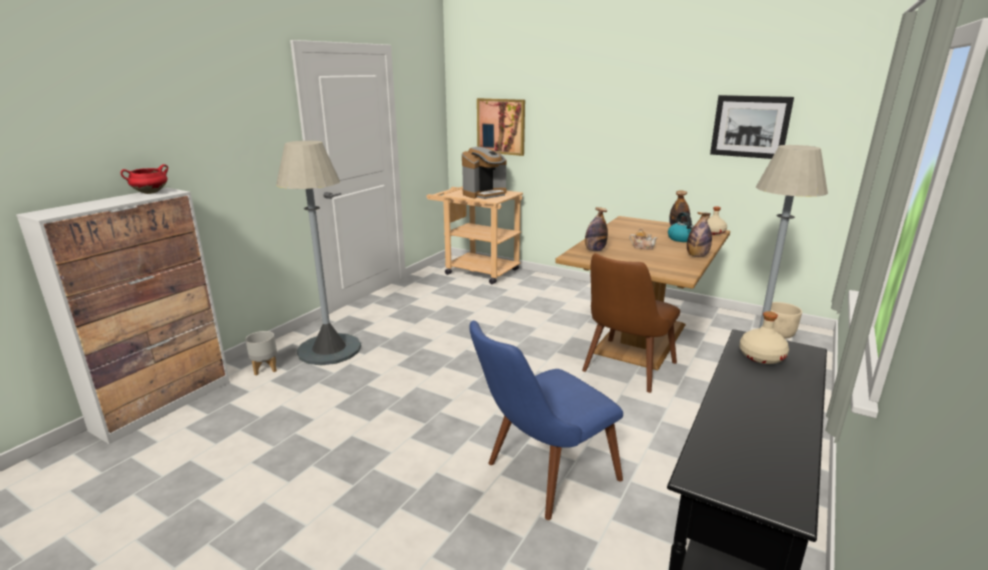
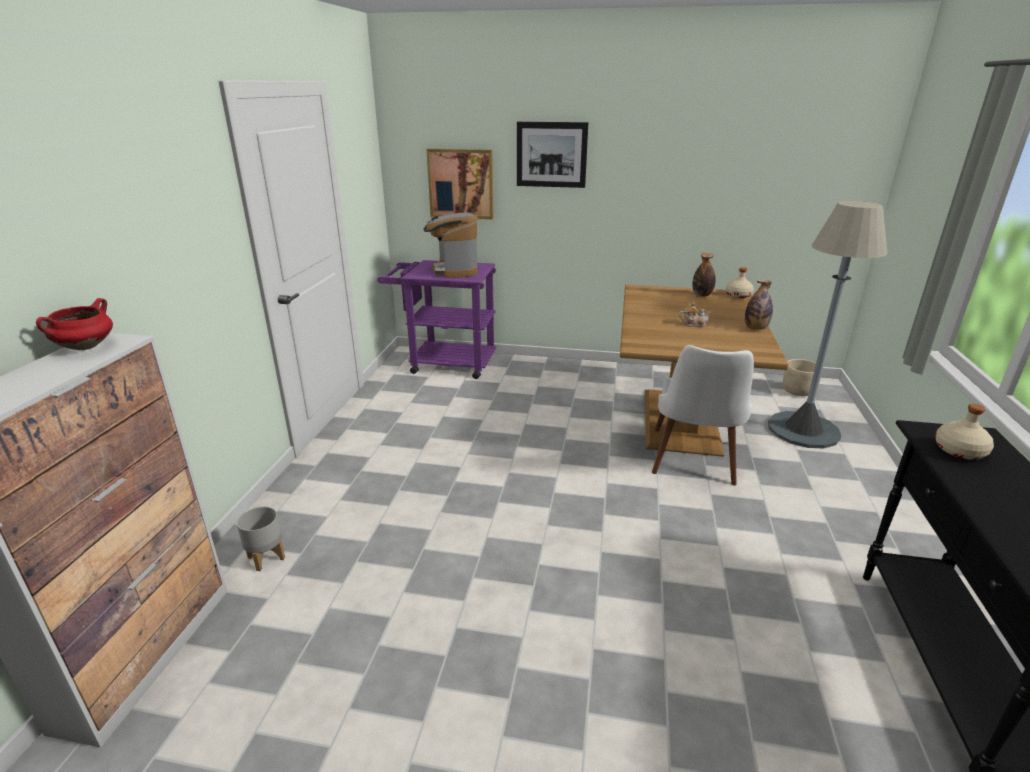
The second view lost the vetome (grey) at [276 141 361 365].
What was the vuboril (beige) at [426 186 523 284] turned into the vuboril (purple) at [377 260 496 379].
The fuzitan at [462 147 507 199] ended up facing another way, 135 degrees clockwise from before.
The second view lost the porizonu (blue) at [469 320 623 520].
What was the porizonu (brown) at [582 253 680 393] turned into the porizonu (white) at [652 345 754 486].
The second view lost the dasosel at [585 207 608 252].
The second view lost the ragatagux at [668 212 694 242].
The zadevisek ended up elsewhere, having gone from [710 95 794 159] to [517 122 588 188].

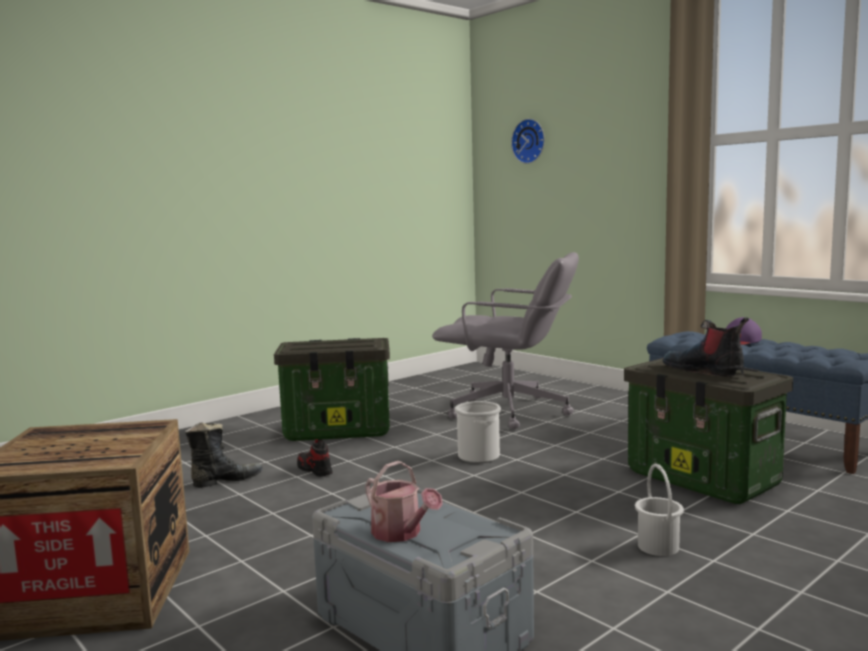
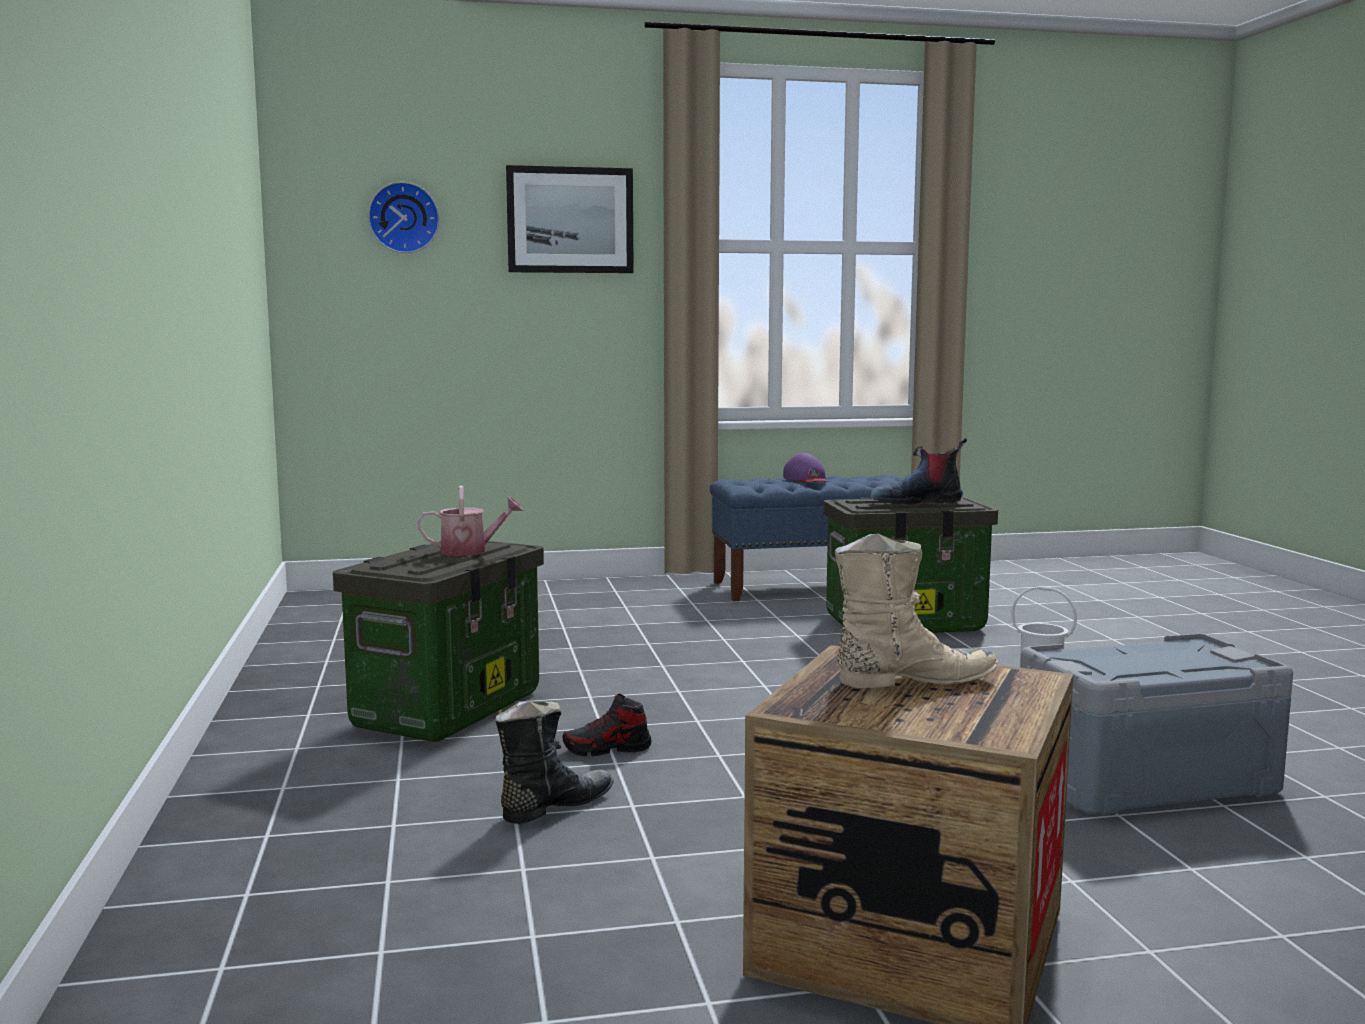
The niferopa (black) at [185 422 263 488] ended up facing another way, 45 degrees clockwise from before.
The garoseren ended up elsewhere, having gone from [365 461 443 542] to [417 486 524 556].
The second view lost the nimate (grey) at [432 252 579 429].
The second view lost the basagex at [455 401 501 463].
The second view gained the zadevisek at [506 165 634 273].
The second view gained the niferopa (beige) at [835 533 999 688].

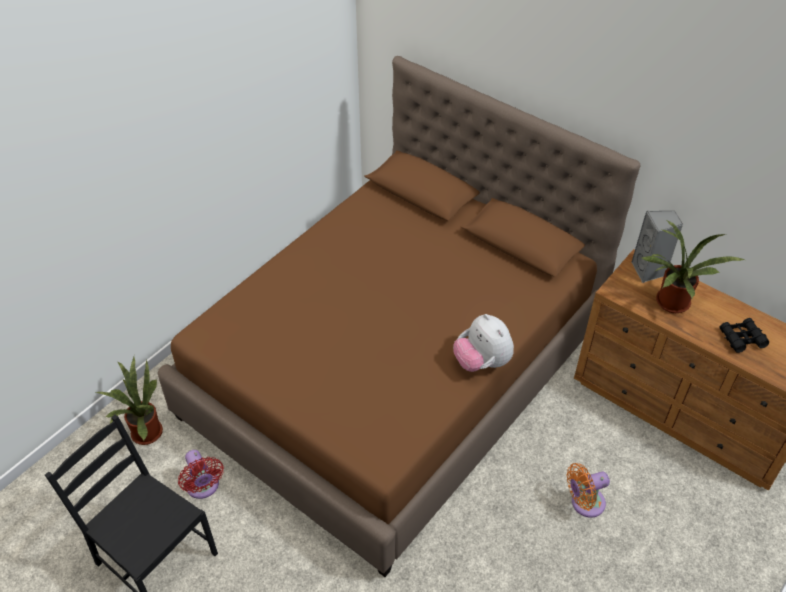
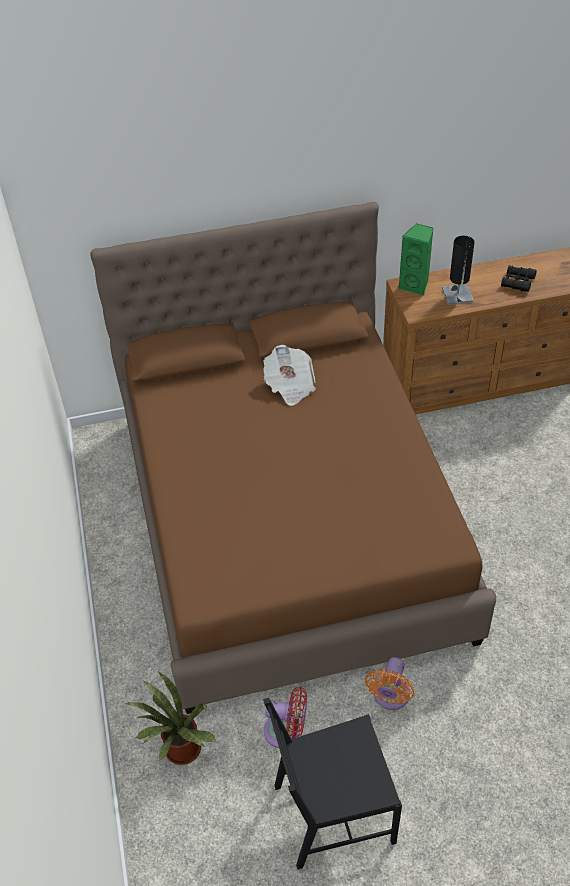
The second view lost the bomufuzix at [453 314 514 372].
The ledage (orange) ended up elsewhere, having gone from [567 463 610 518] to [365 657 414 710].
What was the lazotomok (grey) at [631 210 683 283] turned into the lazotomok (green) at [399 223 433 296].
Where the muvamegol stood at [642 220 744 313], the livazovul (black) came to stand at [442 236 475 305].
The second view gained the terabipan at [263 345 316 406].

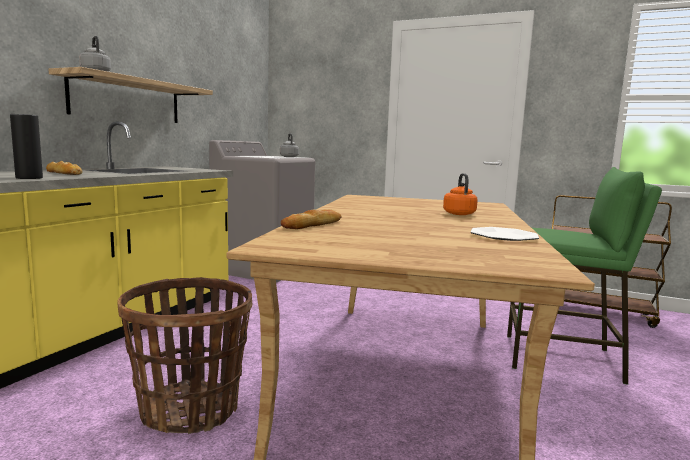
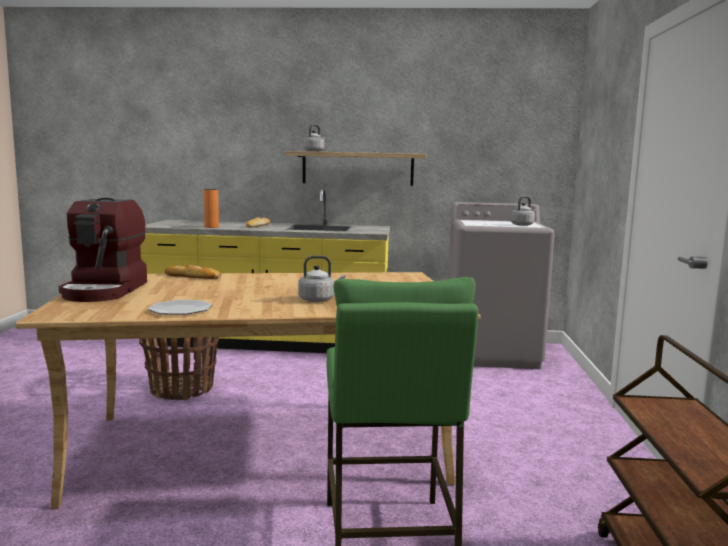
What was the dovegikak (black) at [10 114 43 179] turned into the dovegikak (orange) at [204 189 219 228].
What was the ragatagux (orange) at [443 173 478 215] turned into the ragatagux (grey) at [298 255 345 302].
The second view gained the fuzitan at [59 198 147 302].

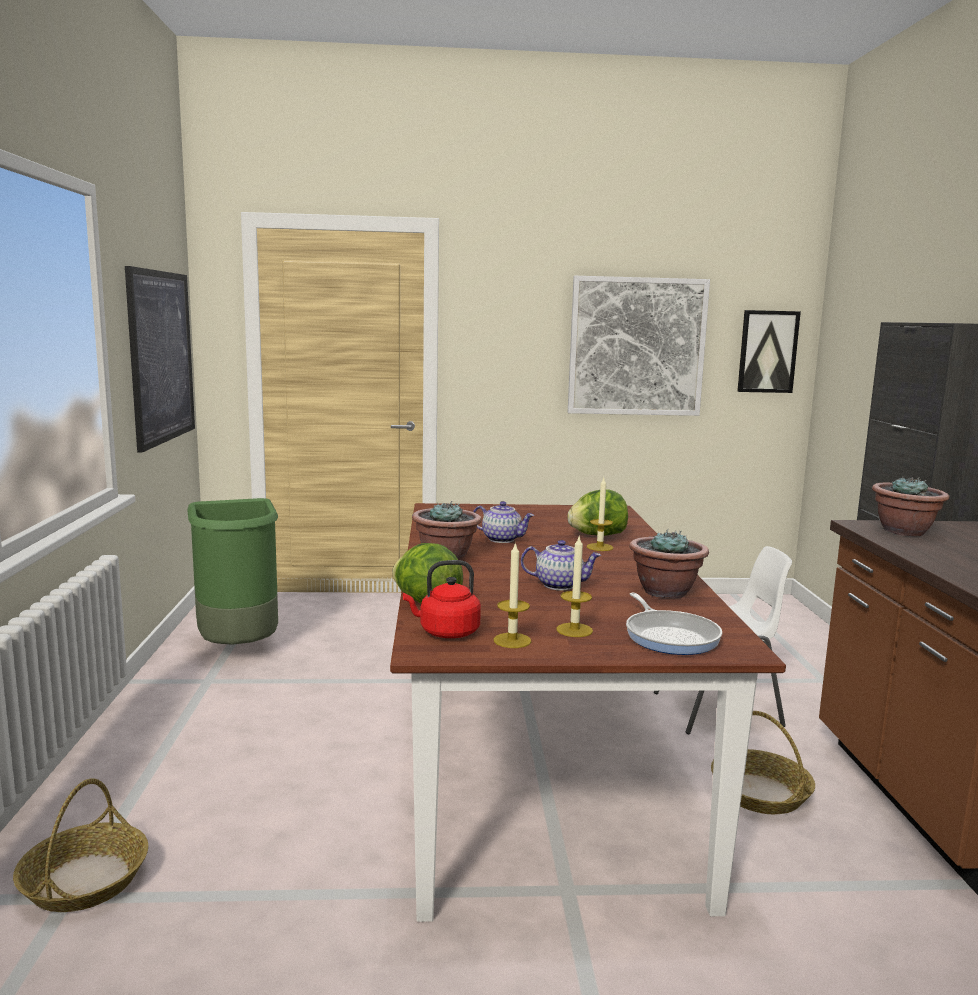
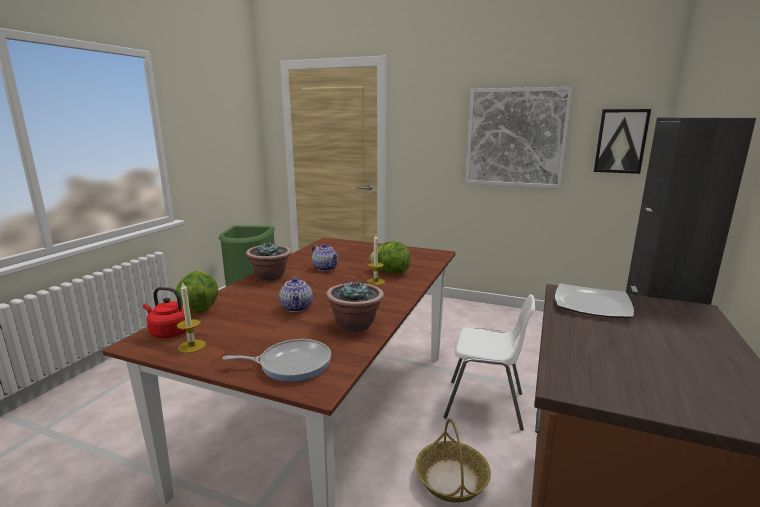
The second view lost the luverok at [13 778 148 912].
The second view lost the zadevisek at [125 266 195 453].
The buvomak at [521 540 601 590] ended up facing another way, 45 degrees clockwise from before.
The second view lost the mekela at [556 537 593 637].
The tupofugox at [626 593 722 655] ended up facing another way, 105 degrees counterclockwise from before.
Where the muvamegol stood at [872 476 949 536], the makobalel came to stand at [555 283 634 318].

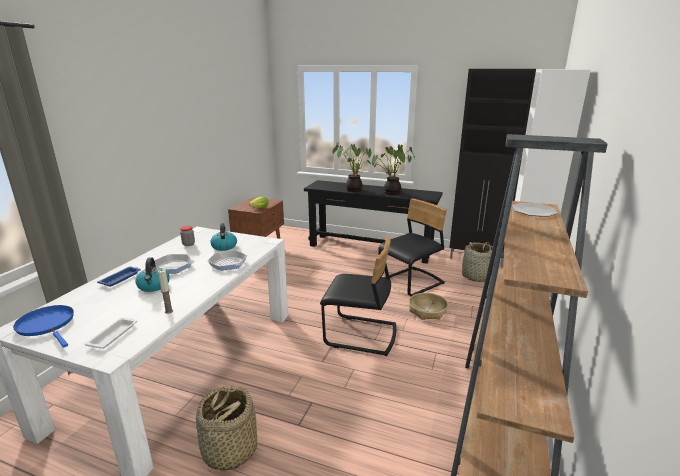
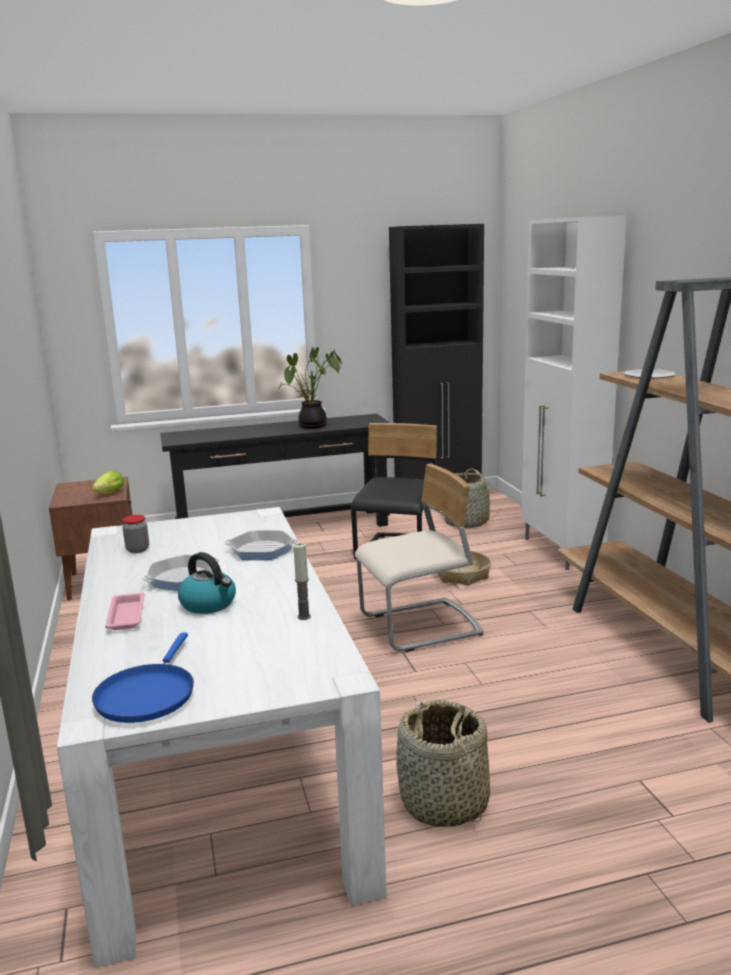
The tupofugox (blue) at [13 305 74 348] ended up facing another way, 90 degrees counterclockwise from before.
The second view lost the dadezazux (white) at [84 318 137 349].
What was the dadezazux (blue) at [97 266 141 287] turned into the dadezazux (pink) at [105 593 144 630].
The second view lost the ragatagux at [210 223 237 251].
What was the porizonu (black) at [320 235 396 356] turned into the porizonu (beige) at [355 464 484 652].
The second view lost the muvamegol at [332 143 371 192].

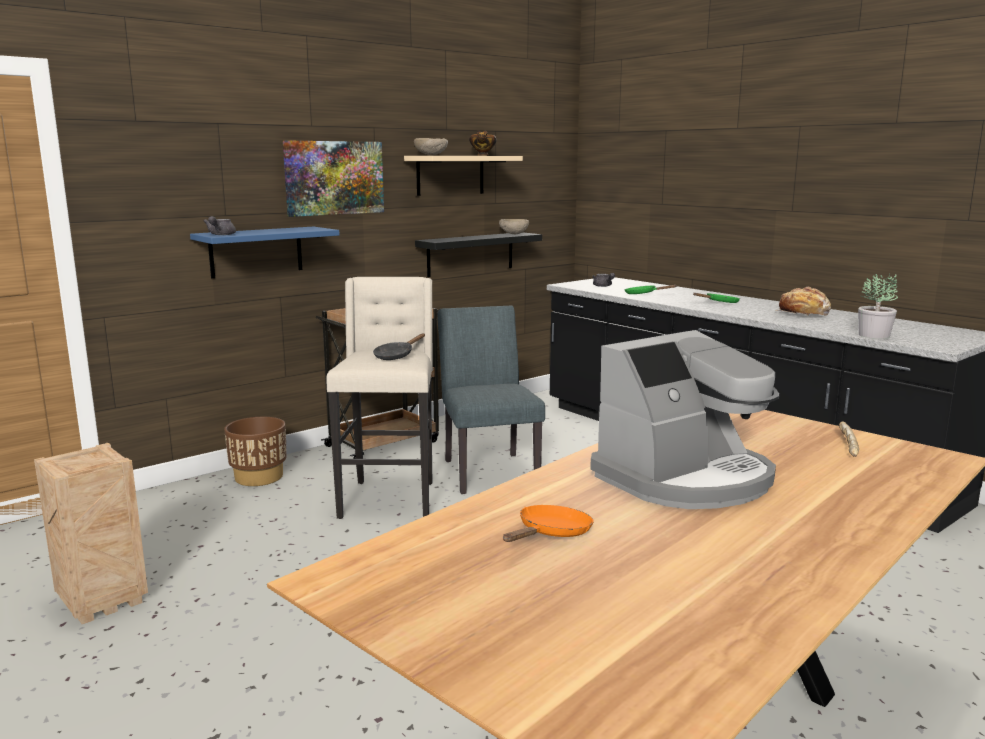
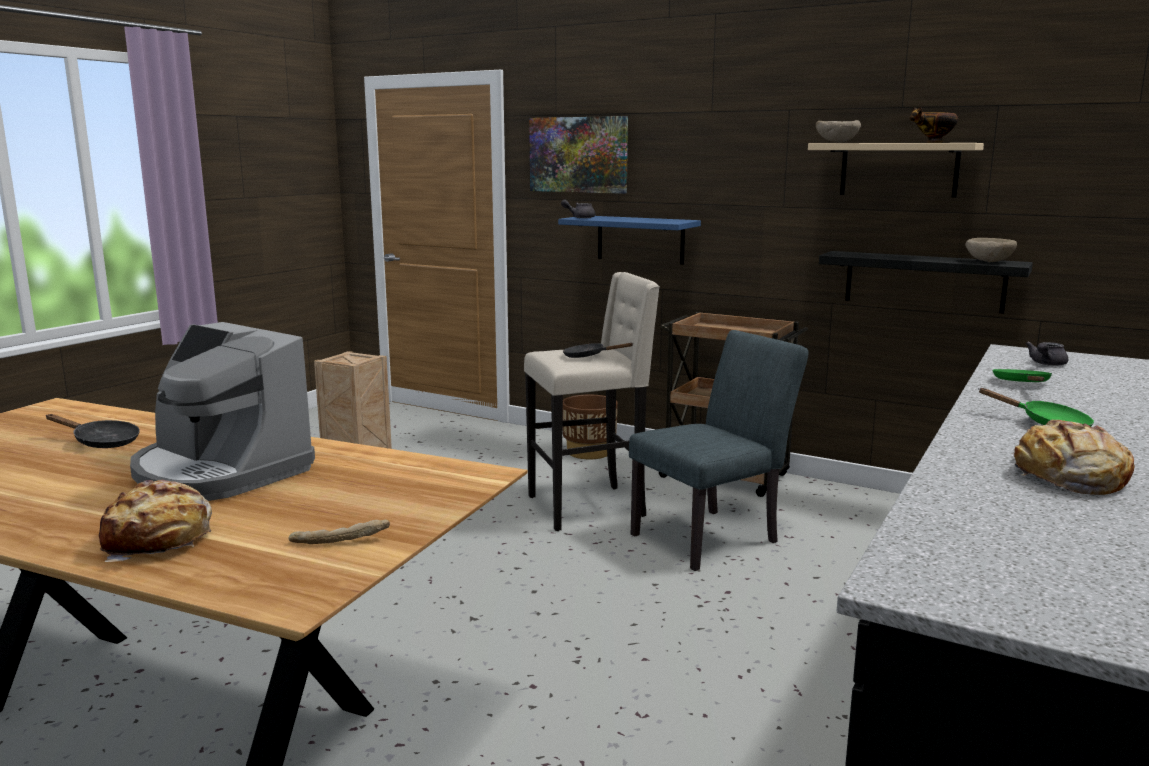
The zadevisek ended up elsewhere, having gone from [283 140 384 217] to [529 116 628 194].
What was the tupofugox (orange) at [503 505 593 542] turned into the tupofugox (black) at [45 414 140 448].
The second view lost the muvamegol at [858 274 898 339].
The second view gained the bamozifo at [99 480 212 562].

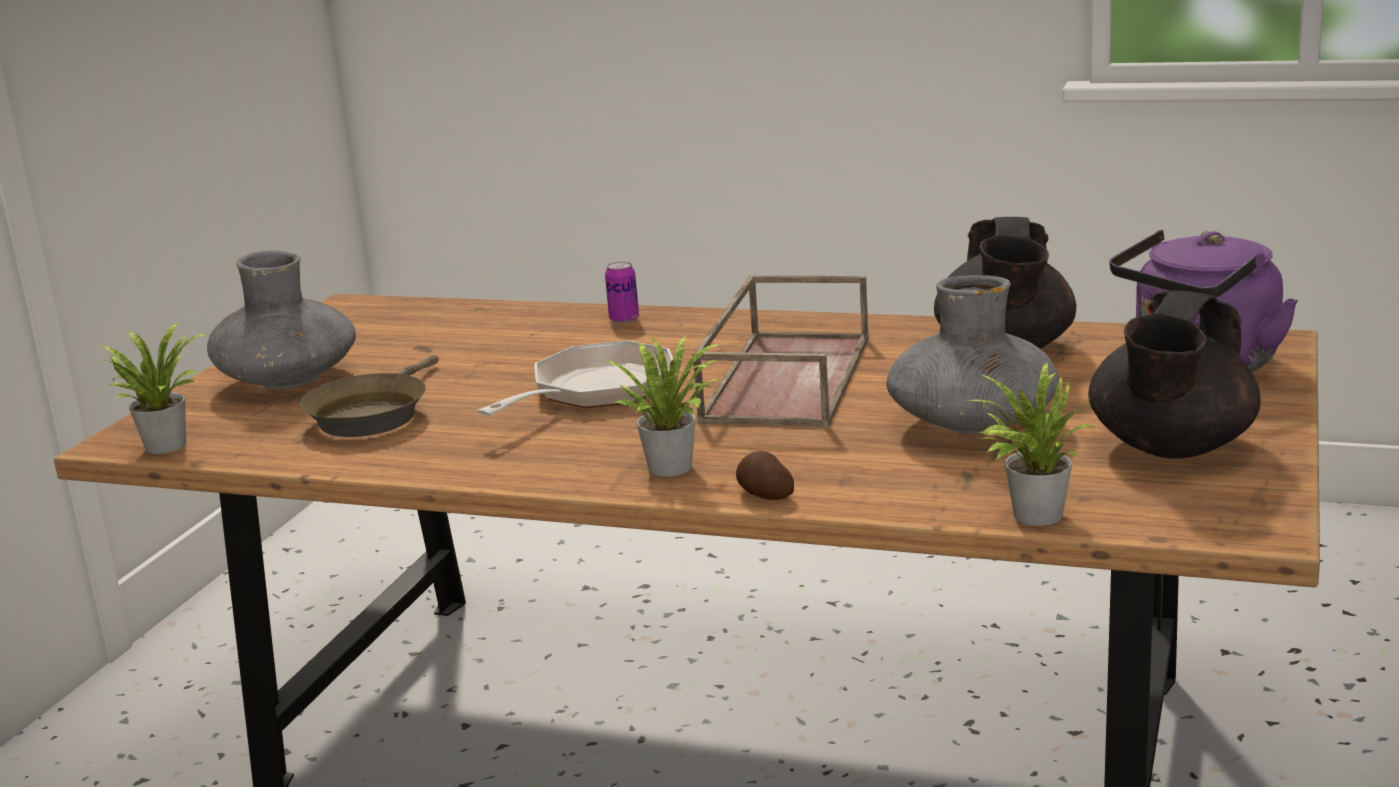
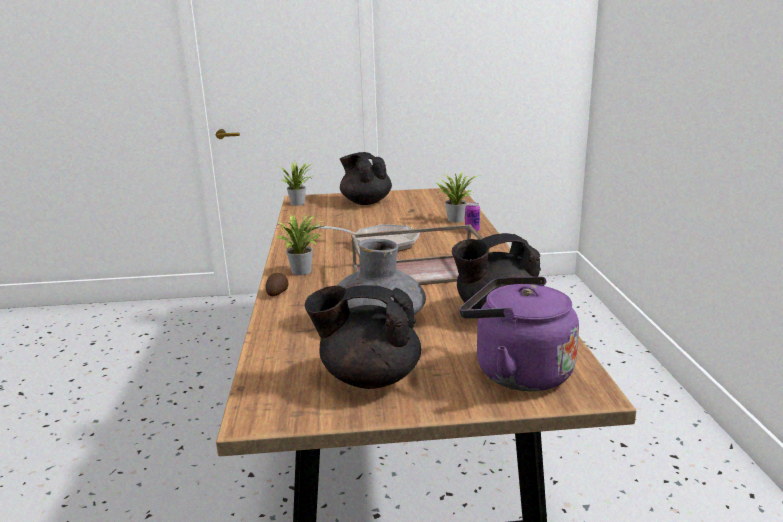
Where the dovegikak (grey) stood at [207 250 356 389], the buvomak (black) came to stand at [340 152 392 205].
The second view lost the tupofugox (brown) at [300 355 439 437].
The muvamegol ended up elsewhere, having gone from [967 362 1095 526] to [436 172 477 223].

